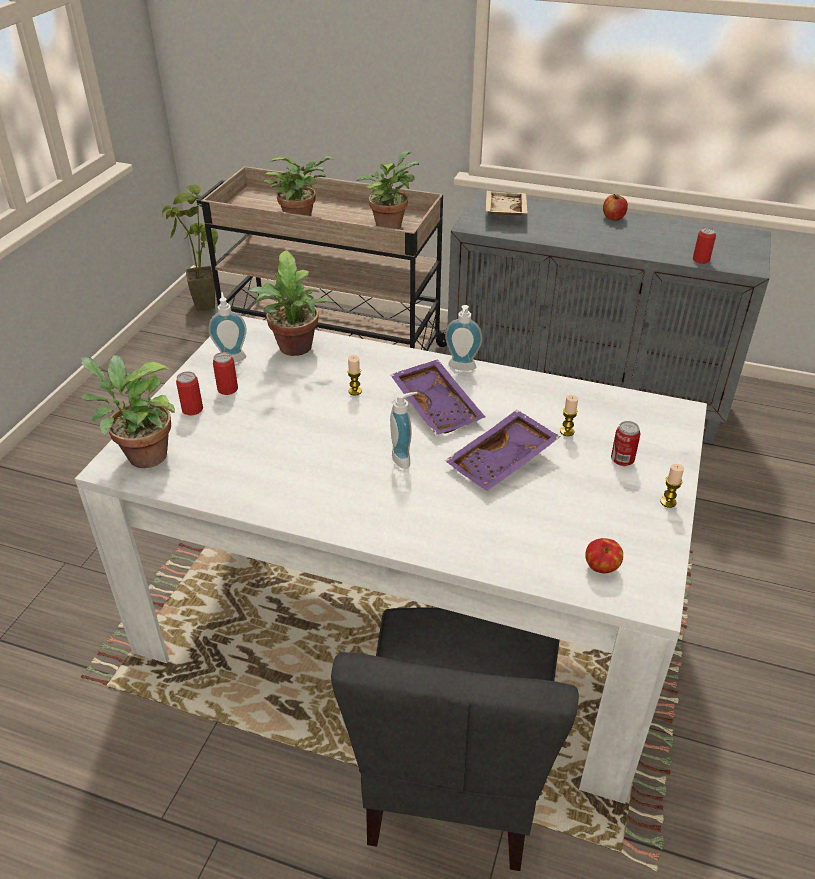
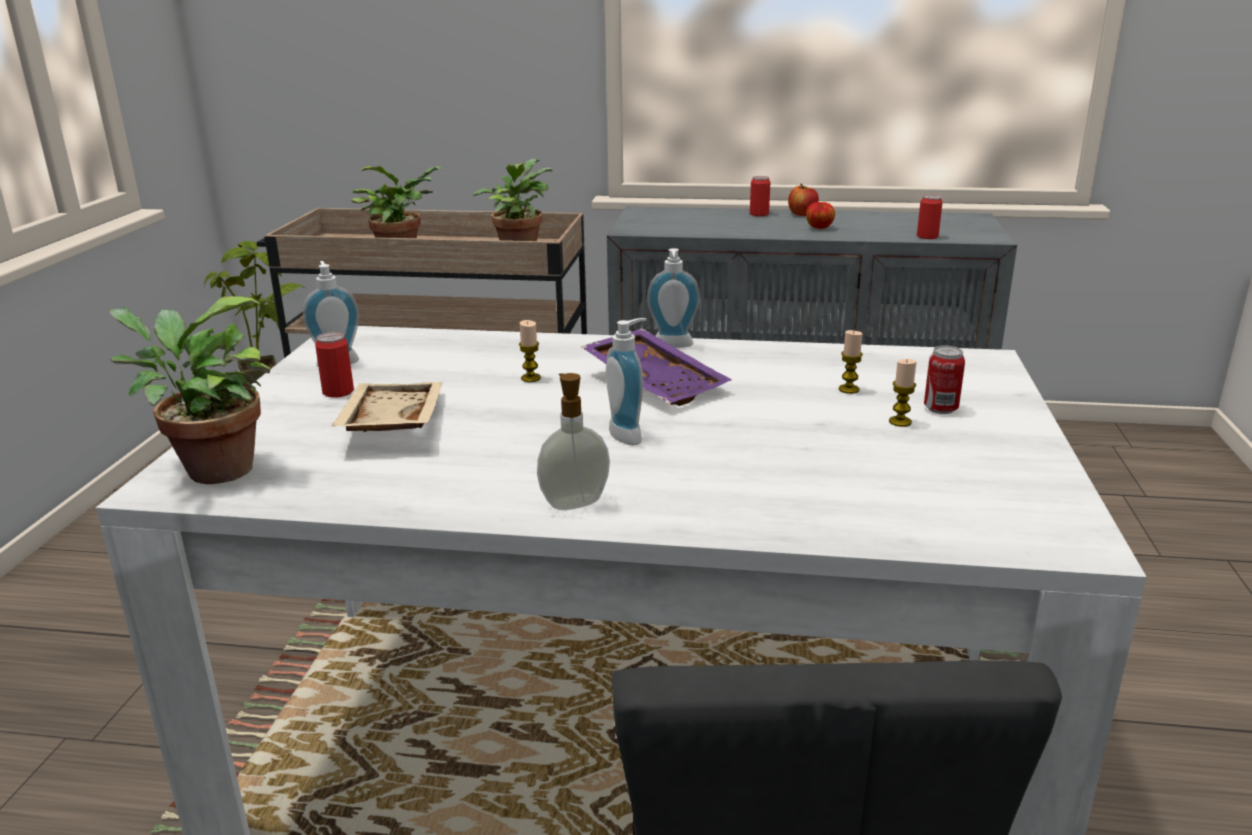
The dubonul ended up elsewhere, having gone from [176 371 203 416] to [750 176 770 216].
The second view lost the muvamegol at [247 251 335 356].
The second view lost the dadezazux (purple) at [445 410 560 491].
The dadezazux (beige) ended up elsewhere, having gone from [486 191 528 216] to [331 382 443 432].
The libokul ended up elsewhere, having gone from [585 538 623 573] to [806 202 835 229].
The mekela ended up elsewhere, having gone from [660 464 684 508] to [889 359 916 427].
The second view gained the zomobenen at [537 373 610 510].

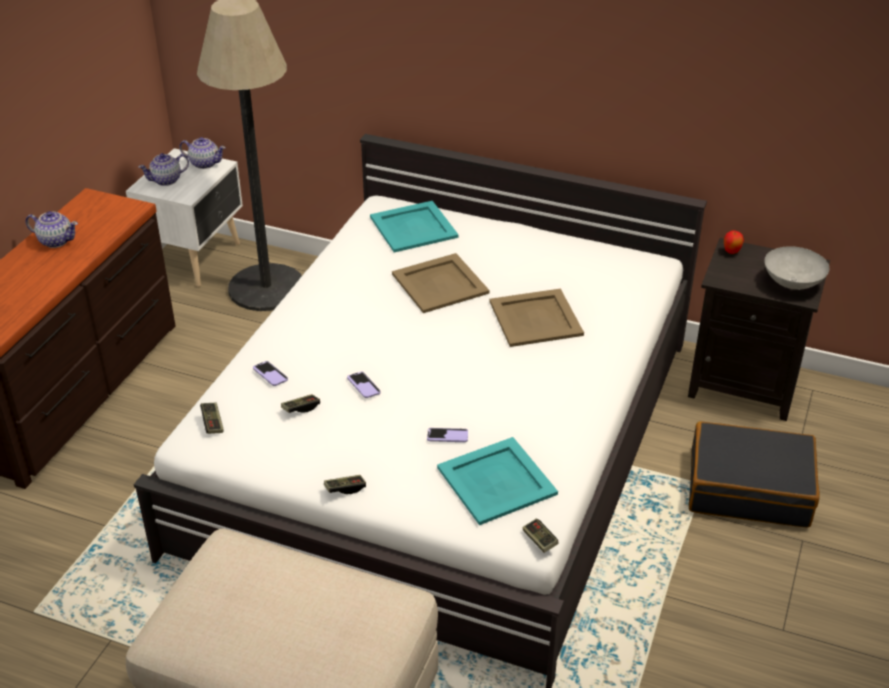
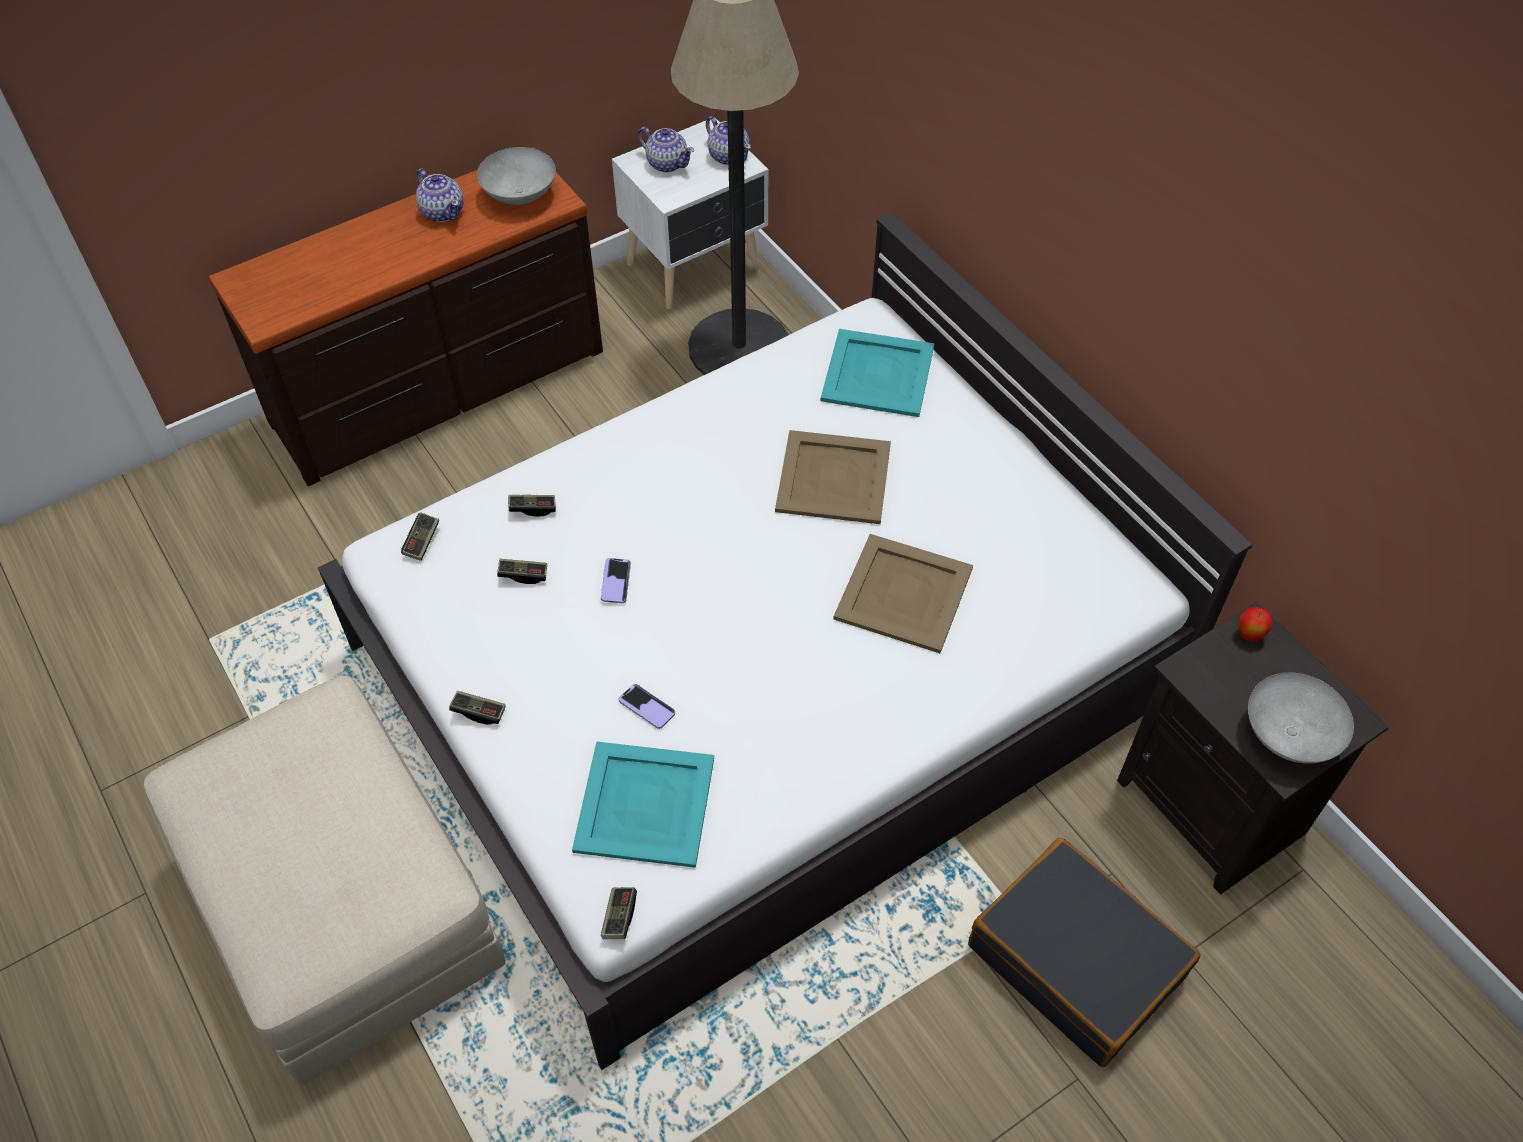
The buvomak at [138 153 189 186] ended up facing another way, 150 degrees counterclockwise from before.
Where the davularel stood at [253 361 288 386], the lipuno came to stand at [508 495 556 517].
The second view gained the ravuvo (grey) at [477 147 556 205].

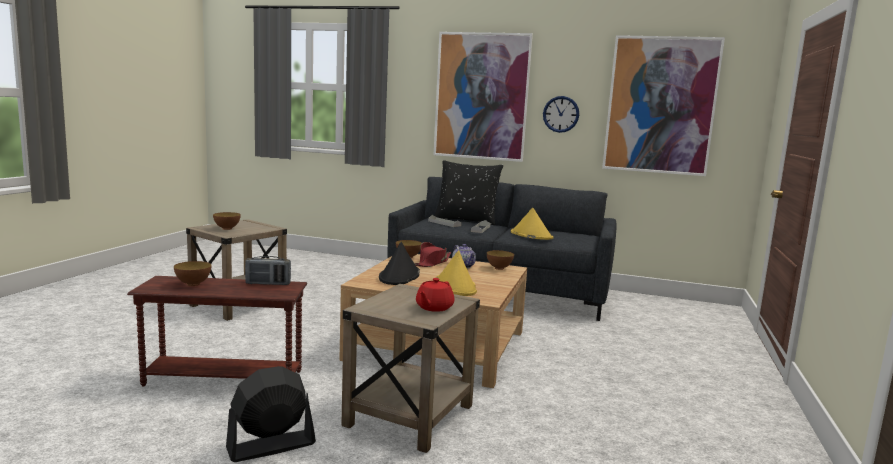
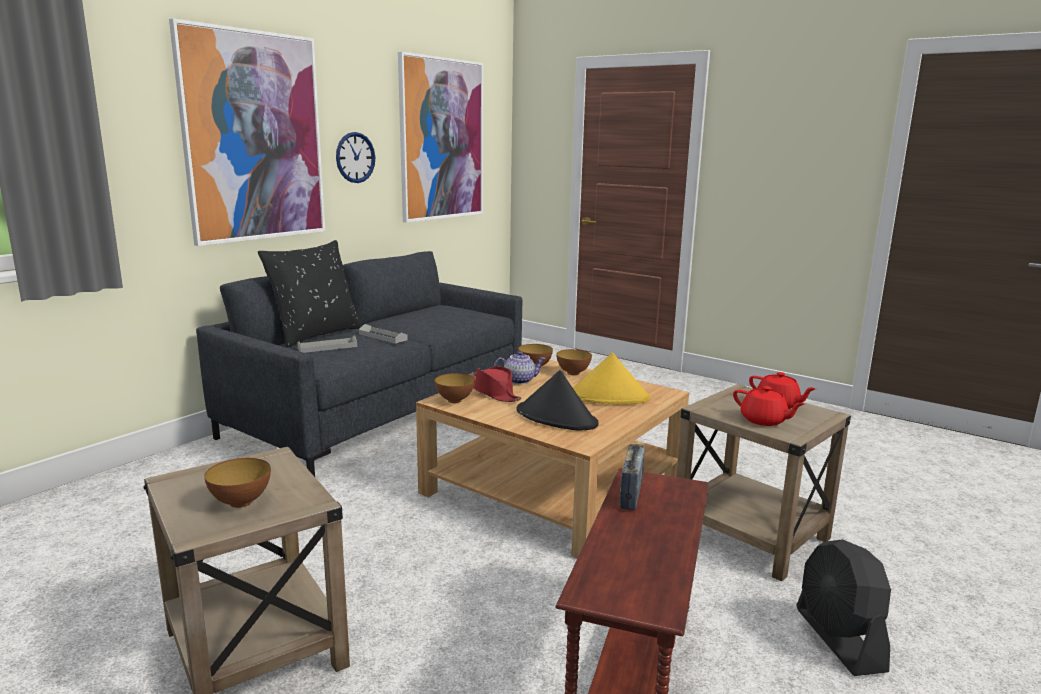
The ravuvo ended up elsewhere, having gone from [174 261 212 286] to [556 349 592 375].
The second view lost the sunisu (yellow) at [511 208 553 240].
The second view gained the buvomak (red) at [733 386 805 426].

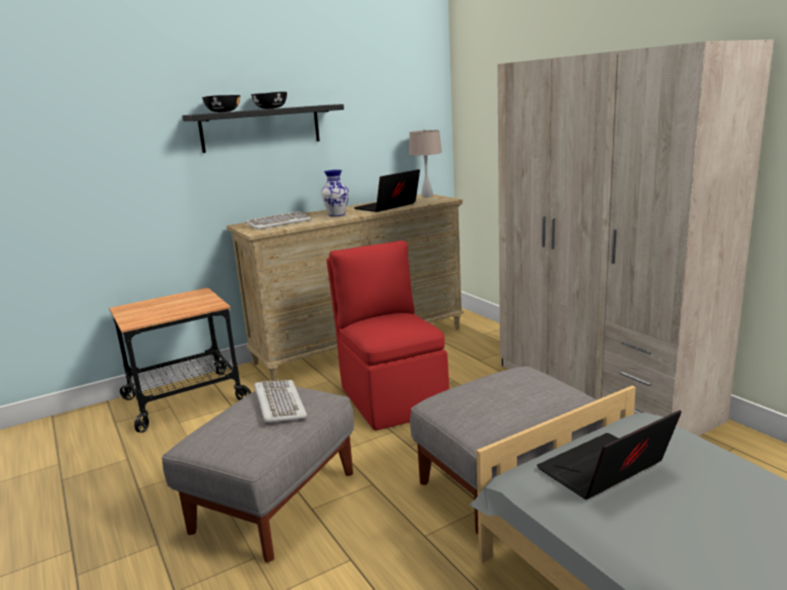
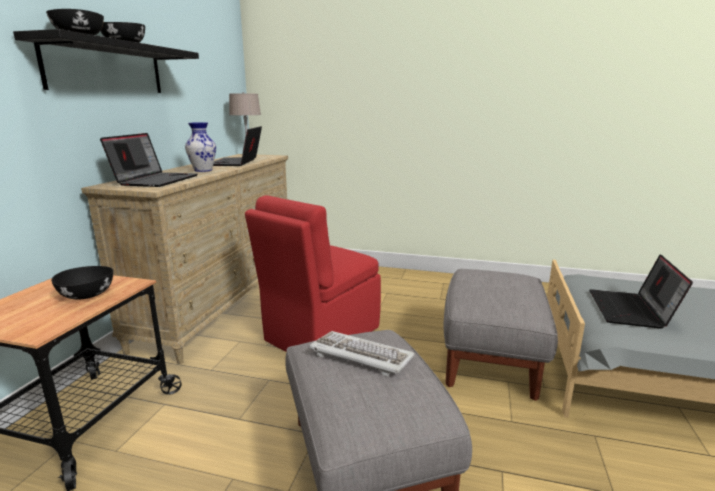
Where the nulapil stood at [245 211 312 229], the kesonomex came to stand at [100 133 198 187].
The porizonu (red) at [327 240 449 430] ended up facing another way, 75 degrees counterclockwise from before.
The second view lost the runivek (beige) at [497 39 774 436].
The second view gained the ravuvo (black) at [51 266 113 299].

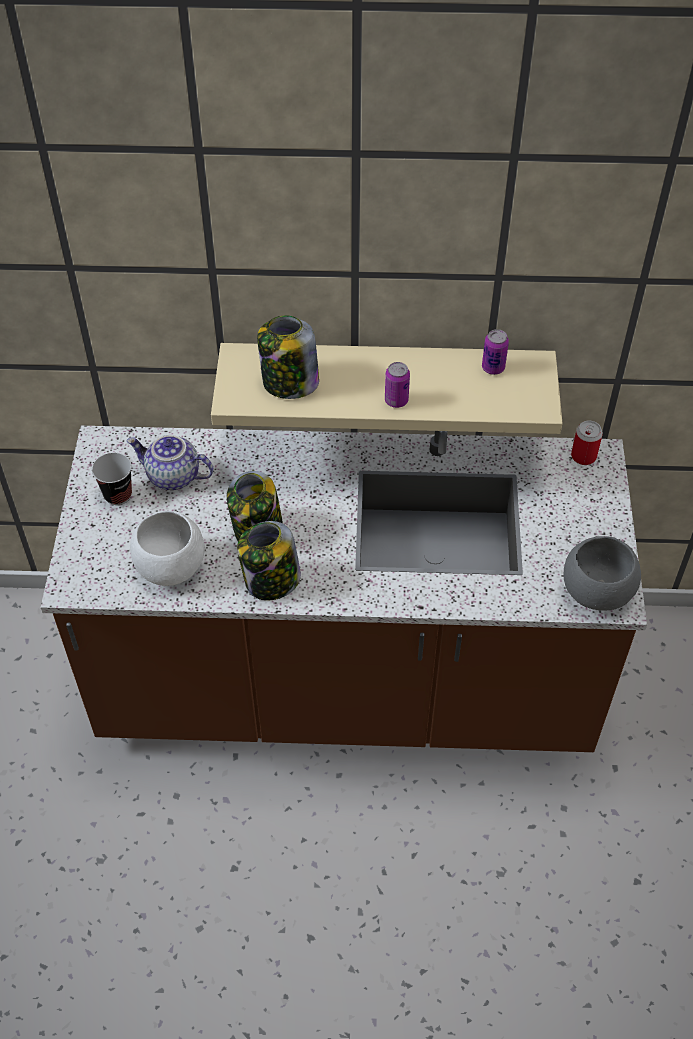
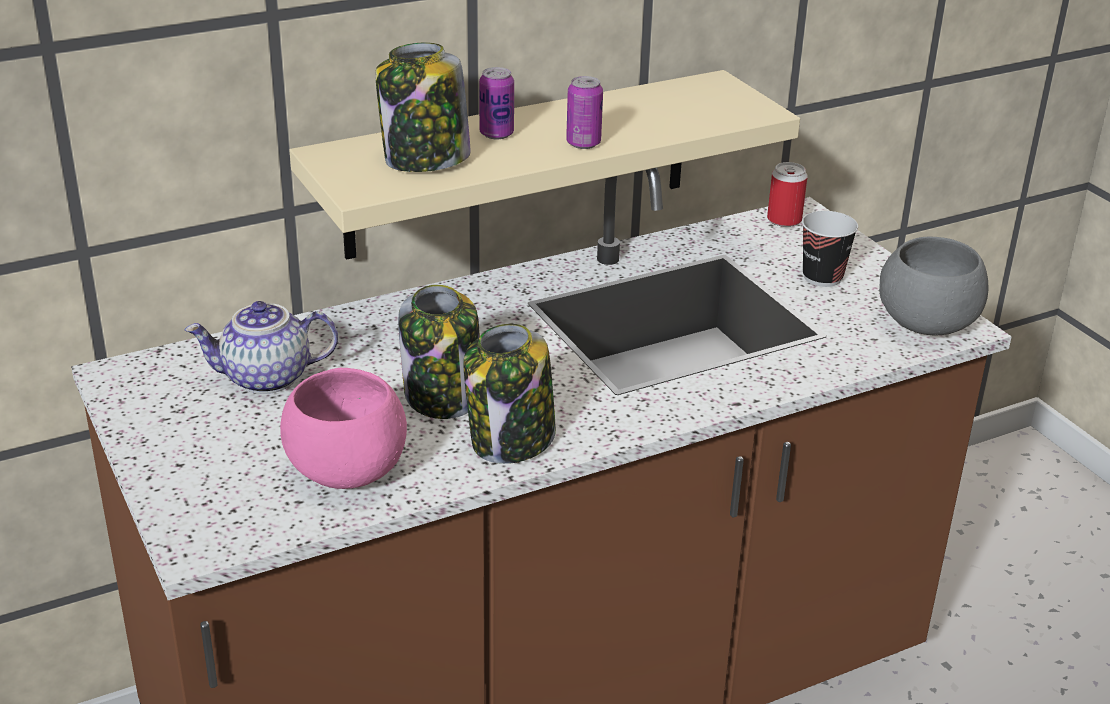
The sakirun ended up elsewhere, having gone from [92 453 132 505] to [802 211 858 287].
What was the ravuvo (white) at [130 511 205 586] turned into the ravuvo (pink) at [280 368 407 489].
The dubonul ended up elsewhere, having gone from [482 329 509 375] to [479 67 514 139].

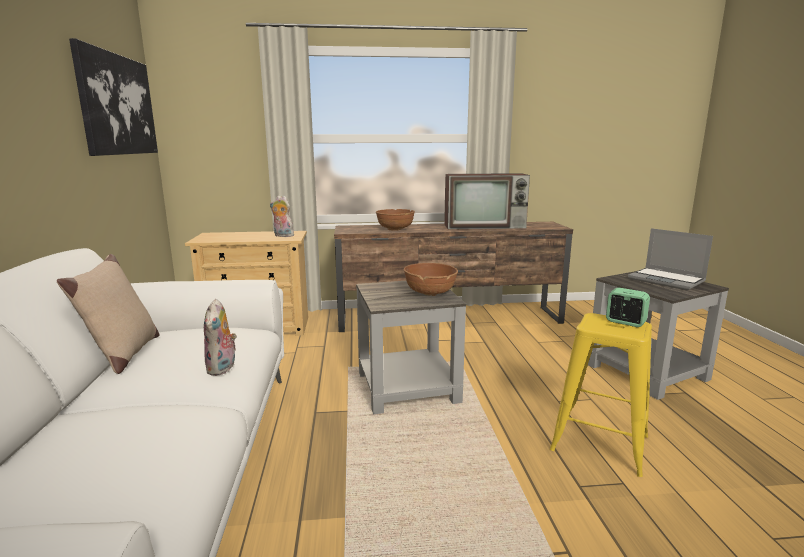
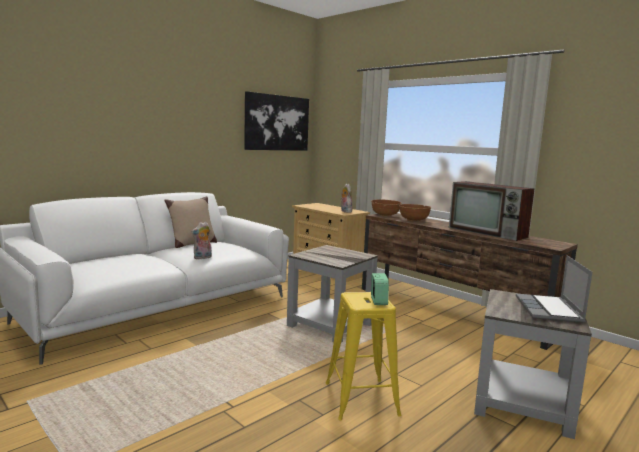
The ravuvo (brown) ended up elsewhere, having gone from [404 263 458 296] to [371 200 402 216].

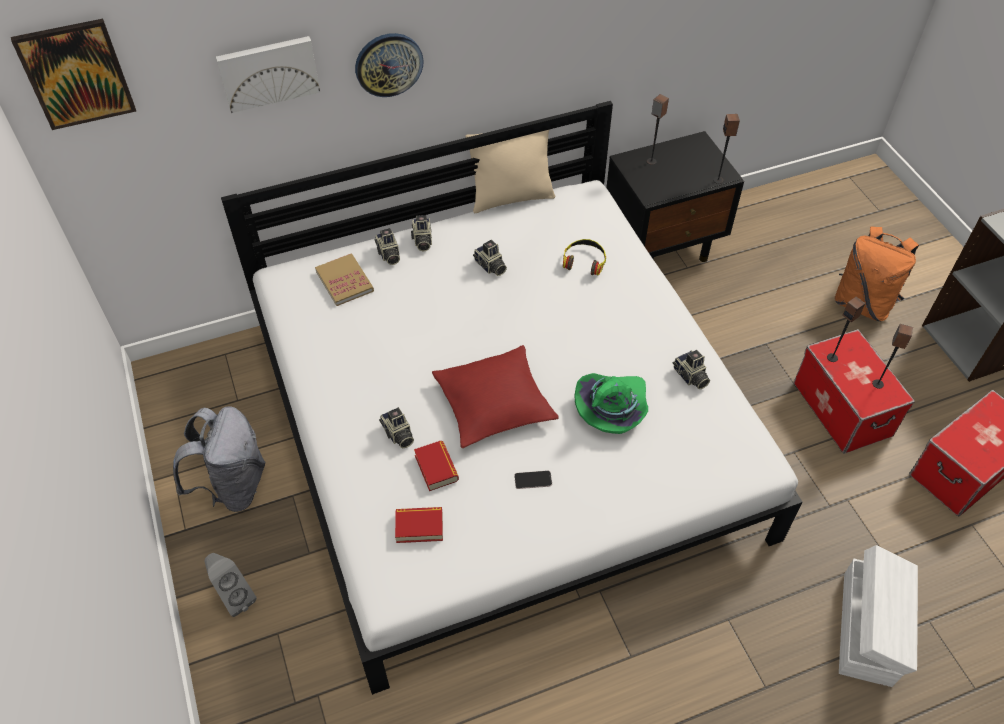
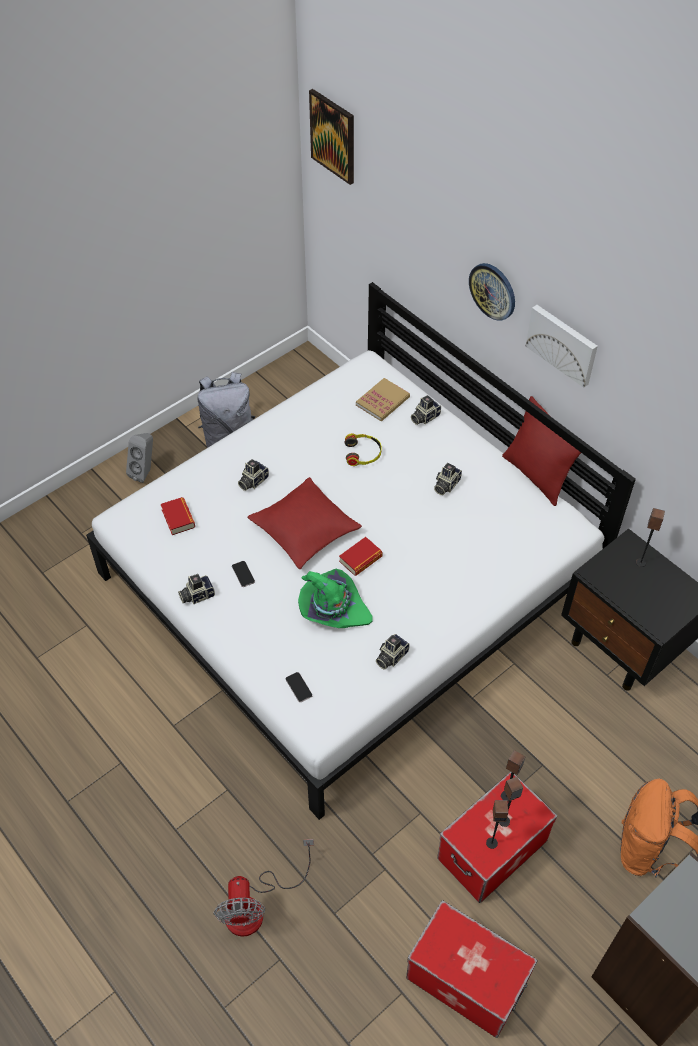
The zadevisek ended up elsewhere, having gone from [216 36 320 113] to [525 305 598 388].
The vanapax ended up elsewhere, having gone from [411 215 432 251] to [178 574 215 604].
The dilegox ended up elsewhere, having gone from [414 441 459 491] to [339 537 383 576].
What was the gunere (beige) at [466 130 555 214] turned into the gunere (red) at [502 396 581 506].
The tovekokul ended up elsewhere, having gone from [563 239 606 275] to [344 433 382 466].
The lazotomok ended up elsewhere, having gone from [713 114 740 184] to [499 777 523 827].
Where the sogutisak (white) stood at [839 545 918 687], the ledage came to stand at [214 839 314 936].
The second view gained the davularel at [286 672 312 702].

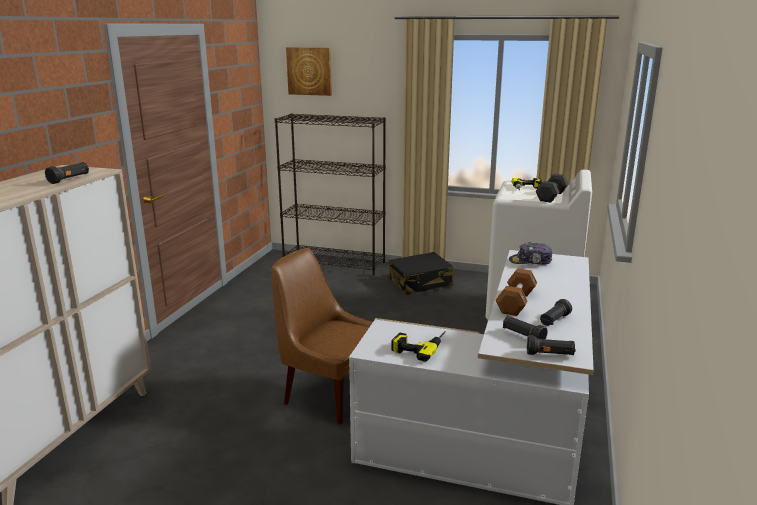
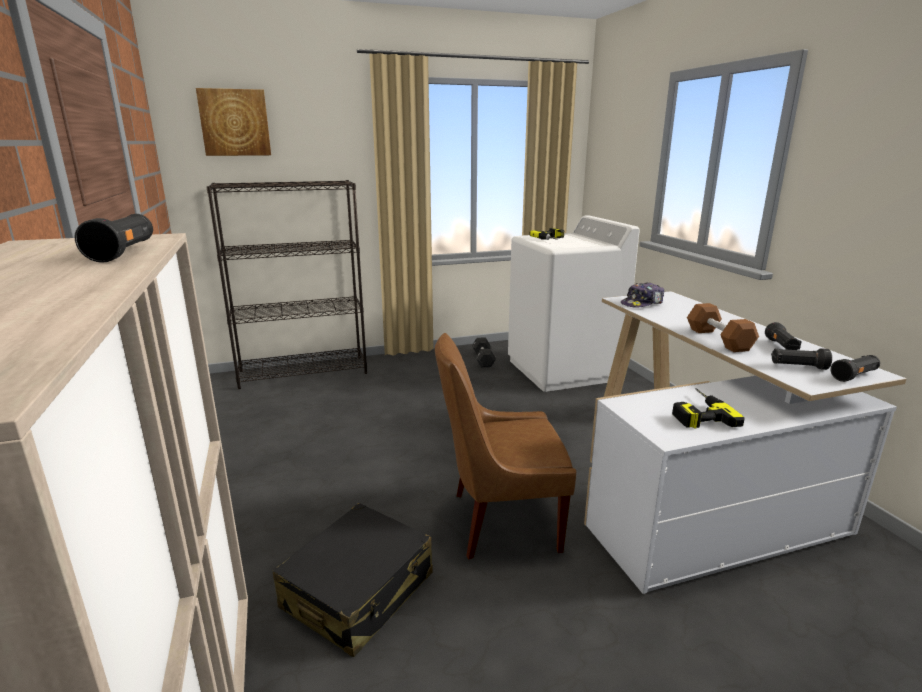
The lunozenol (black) ended up elsewhere, having gone from [388 252 454 295] to [273 503 433 657].
The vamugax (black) ended up elsewhere, having gone from [536 174 569 203] to [472 337 496 367].

